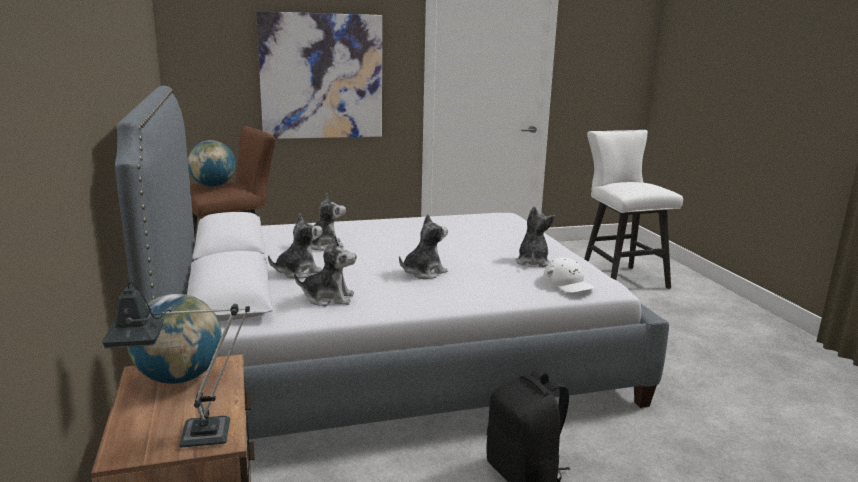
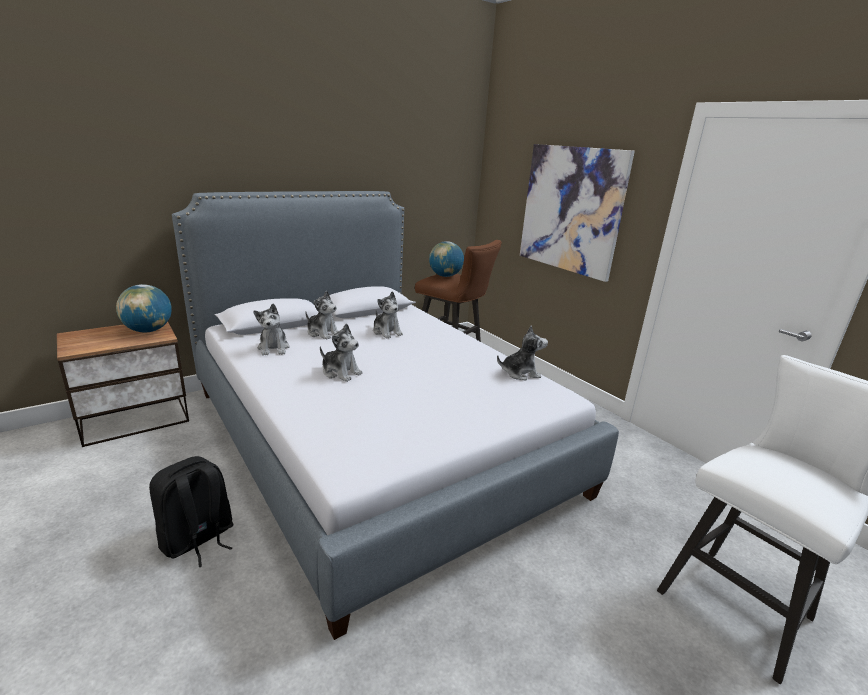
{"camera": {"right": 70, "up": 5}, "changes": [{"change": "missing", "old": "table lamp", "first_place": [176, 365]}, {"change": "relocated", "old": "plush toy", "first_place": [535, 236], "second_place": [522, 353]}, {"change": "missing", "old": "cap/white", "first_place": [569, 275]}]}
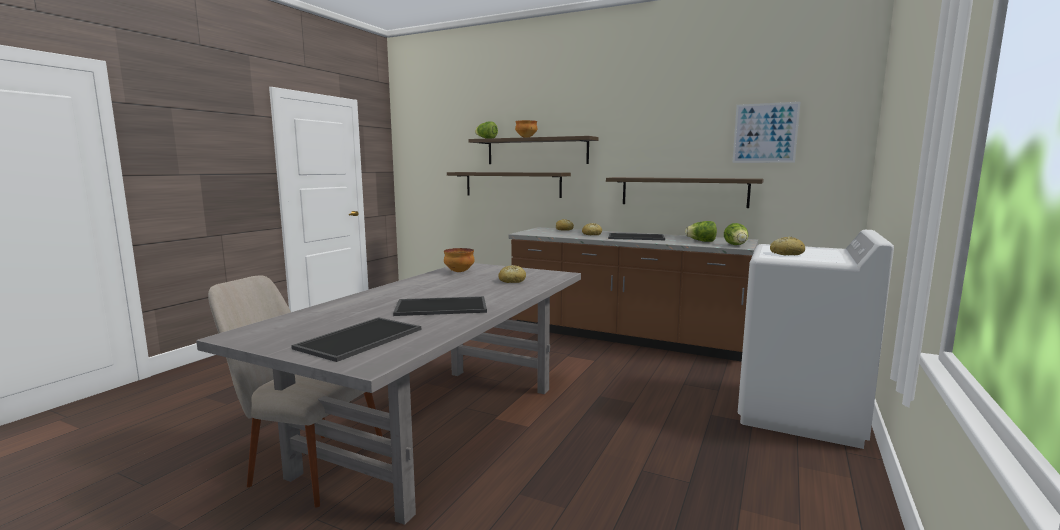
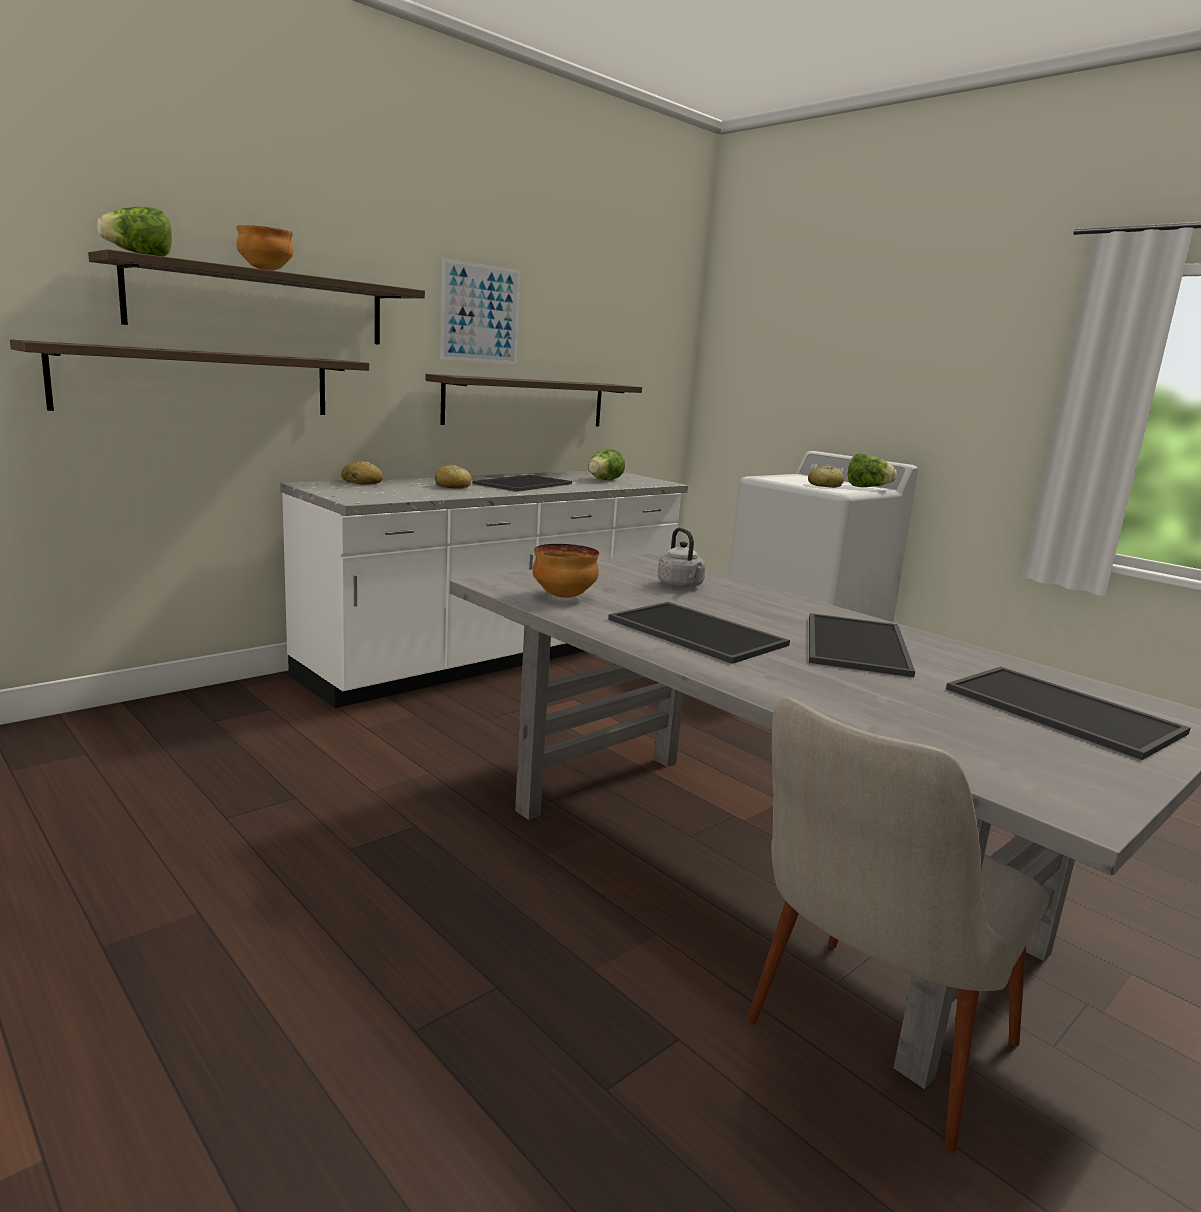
{"camera": {"right": -70, "up": 5}, "changes": [{"change": "exchanged", "old": "bread", "new": "kettle/grey", "first_place": [512, 274], "second_place": [681, 558]}, {"change": "colour", "old": "counter/brown", "new": "counter/white", "first_place": [633, 294], "second_place": [484, 589]}, {"change": "relocated", "old": "lettuce", "first_place": [736, 234], "second_place": [872, 470]}, {"change": "relocated", "old": "picture", "first_place": [766, 132], "second_place": [480, 311]}, {"change": "appeared", "new": "tray", "second_place": [699, 633]}]}
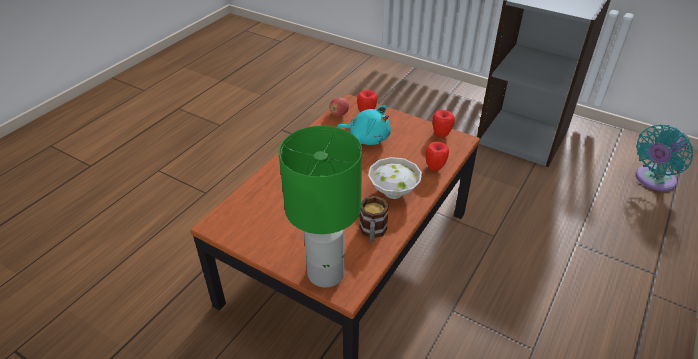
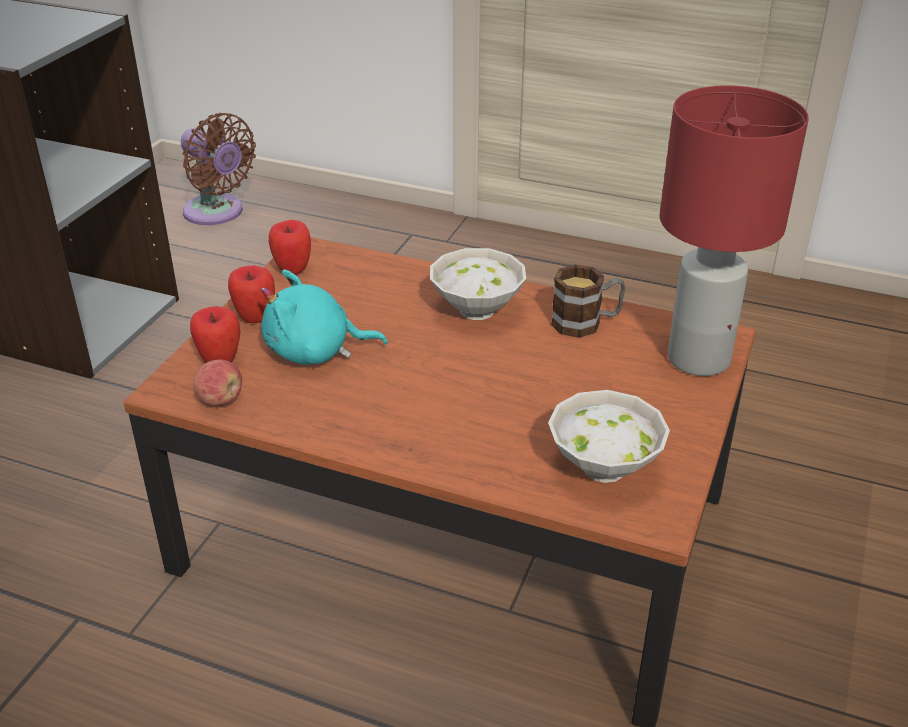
{"camera": {"right": -100, "up": -5}, "changes": [{"change": "colour", "old": "table lamp/green", "new": "table lamp/red", "first_place": [320, 207], "second_place": [734, 230]}, {"change": "spun", "old": "plush toy/turquoise", "first_place": [364, 125], "second_place": [324, 316], "degrees": -105}, {"change": "relocated", "old": "apple", "first_place": [437, 156], "second_place": [251, 294]}, {"change": "colour", "old": "fan/turquoise", "new": "fan/brown", "first_place": [665, 158], "second_place": [218, 169]}, {"change": "appeared", "new": "bowl/white", "second_place": [609, 436]}]}
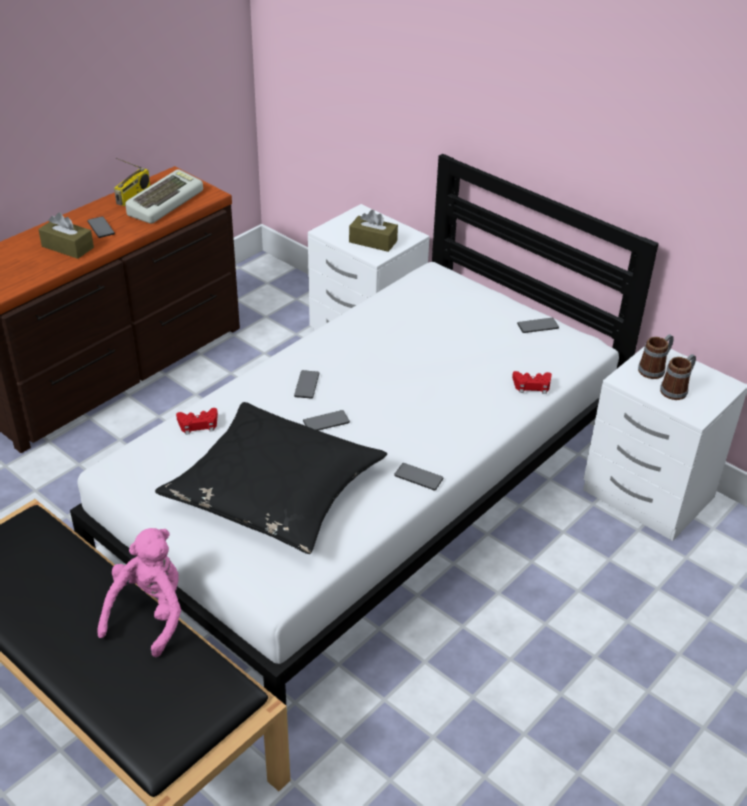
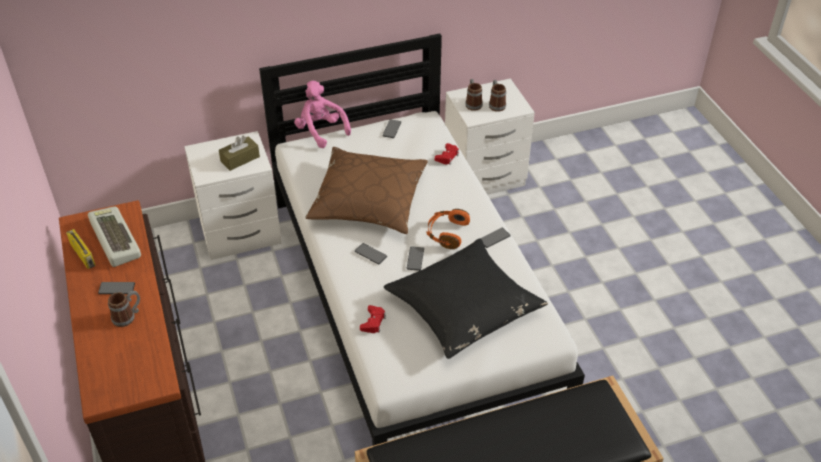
{"camera": {"right": -60, "up": 5}, "changes": [{"change": "exchanged", "old": "tissue box/brown", "new": "mug", "first_place": [66, 236], "second_place": [124, 309]}, {"change": "relocated", "old": "plush toy/pink", "first_place": [139, 592], "second_place": [322, 114]}, {"change": "appeared", "new": "pillow/brown", "second_place": [366, 190]}, {"change": "appeared", "new": "headphones/orange", "second_place": [448, 229]}]}
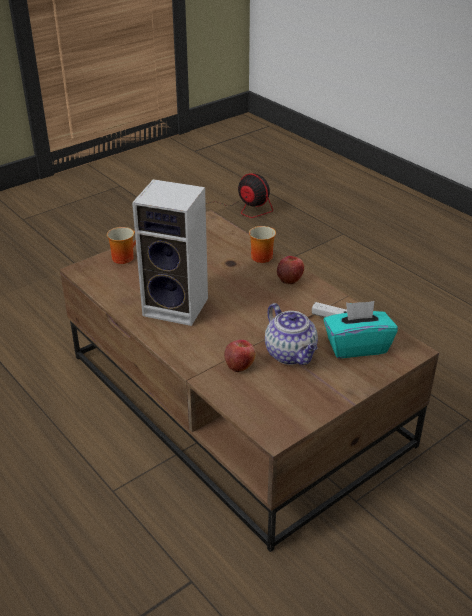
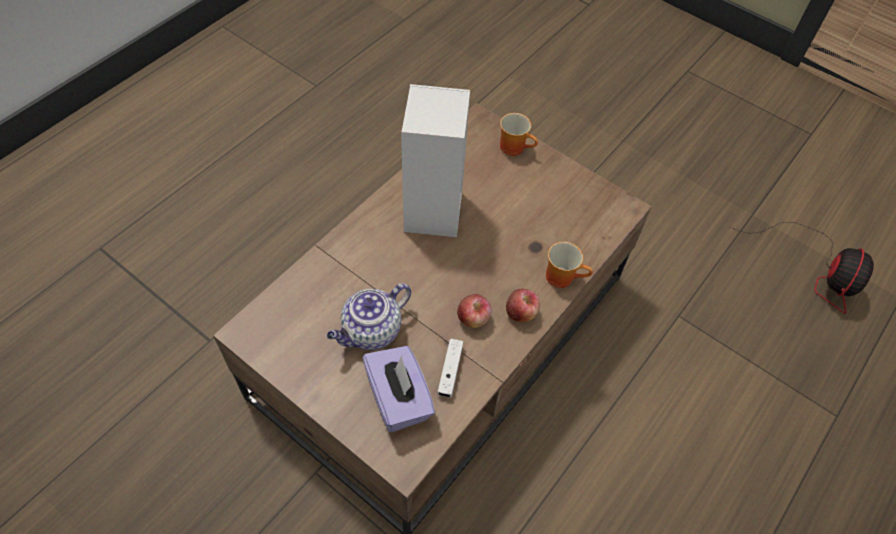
{"camera": {"right": 75, "up": 20}, "changes": [{"change": "relocated", "old": "apple", "first_place": [240, 356], "second_place": [474, 311]}, {"change": "colour", "old": "tissue box/turquoise", "new": "tissue box/purple", "first_place": [361, 329], "second_place": [398, 389]}]}
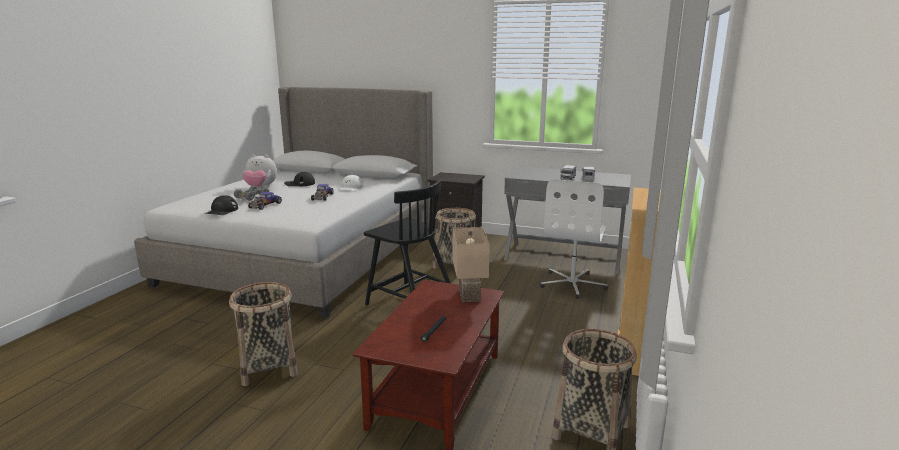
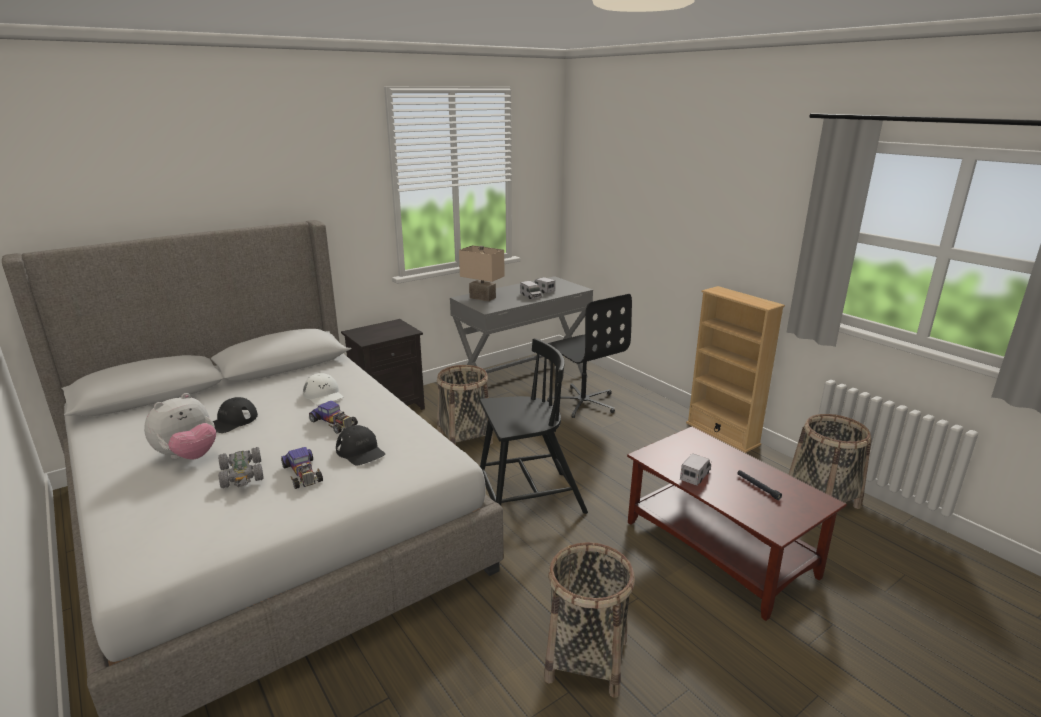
{"camera": {"right": -55, "up": 5}, "changes": [{"change": "relocated", "old": "cap/black", "first_place": [221, 205], "second_place": [360, 445]}, {"change": "relocated", "old": "table lamp/beige", "first_place": [471, 264], "second_place": [482, 273]}, {"change": "colour", "old": "office chair/white", "new": "office chair/black", "first_place": [574, 239], "second_place": [589, 356]}, {"change": "appeared", "new": "toy truck", "second_place": [695, 469]}]}
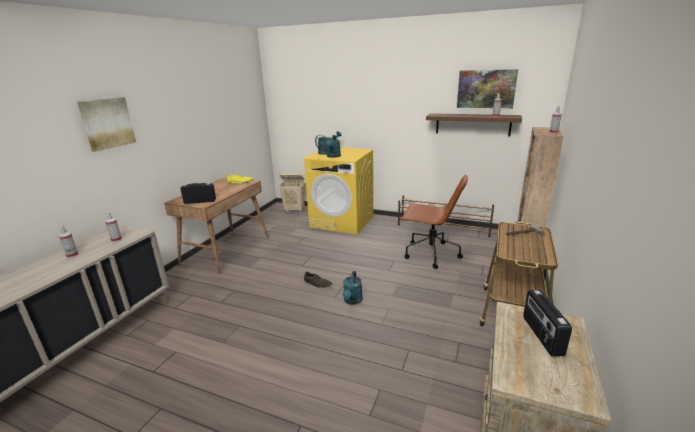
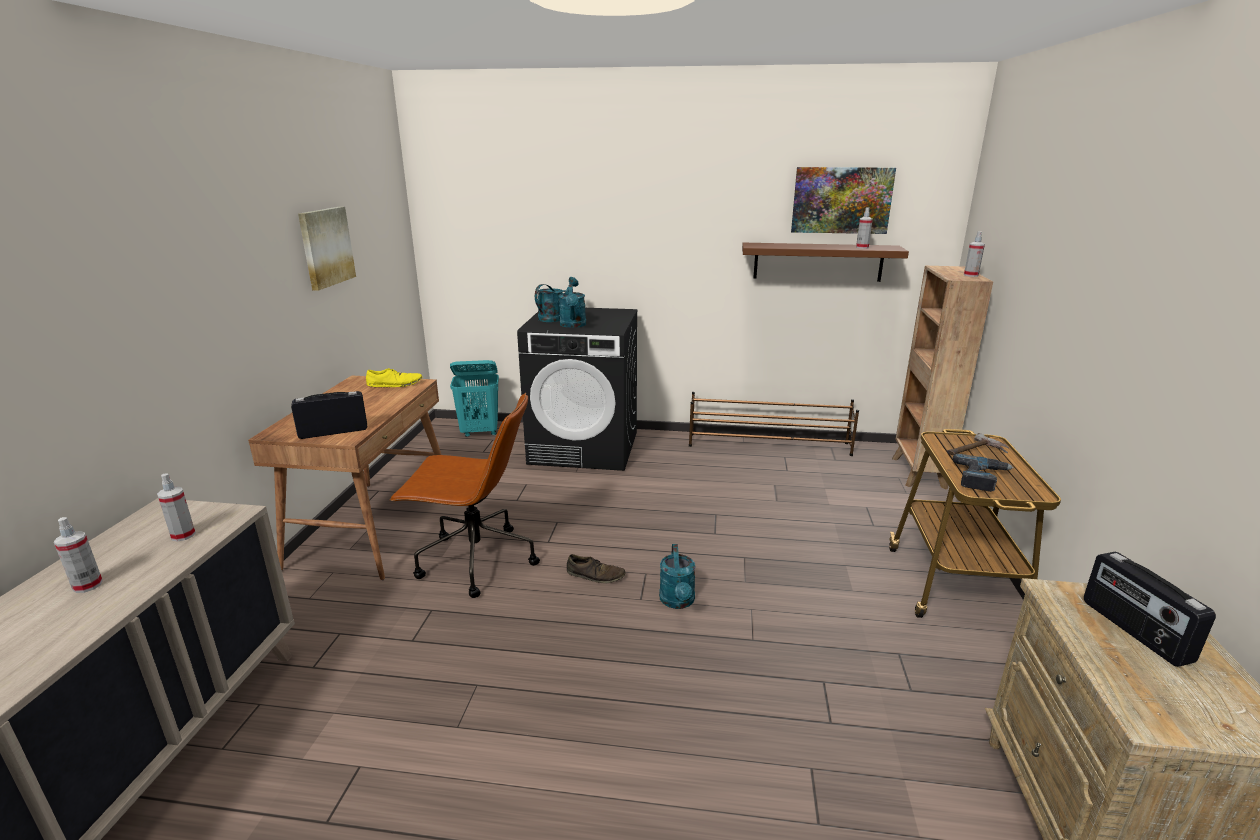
{"camera": {"right": -15, "up": 0}, "changes": [{"change": "relocated", "old": "picture", "first_place": [106, 124], "second_place": [327, 249]}, {"change": "colour", "old": "laundry basket/beige", "new": "laundry basket/turquoise", "first_place": [292, 193], "second_place": [474, 398]}, {"change": "colour", "old": "washing machine/yellow", "new": "washing machine/black", "first_place": [339, 191], "second_place": [577, 389]}, {"change": "relocated", "old": "office chair/brown", "first_place": [434, 222], "second_place": [464, 495]}, {"change": "appeared", "new": "power drill", "second_place": [983, 473]}]}
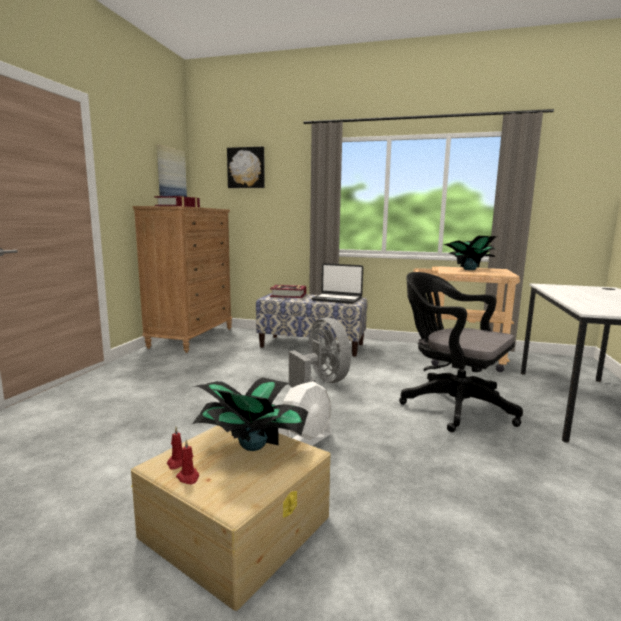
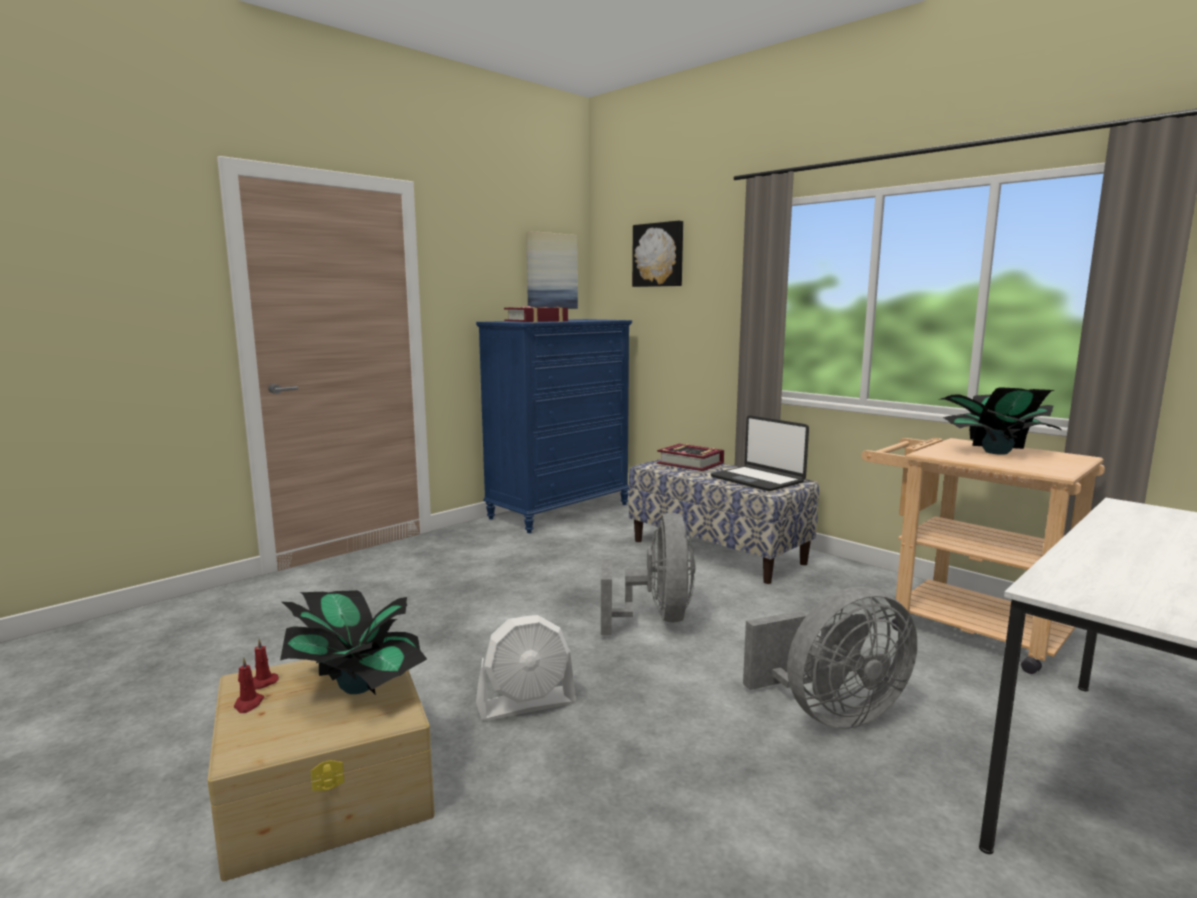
{"camera": {"right": 30, "up": 0}, "changes": [{"change": "colour", "old": "dresser/brown", "new": "dresser/blue", "first_place": [182, 279], "second_place": [554, 426]}, {"change": "exchanged", "old": "office chair/black", "new": "fan/grey", "first_place": [461, 352], "second_place": [830, 658]}]}
